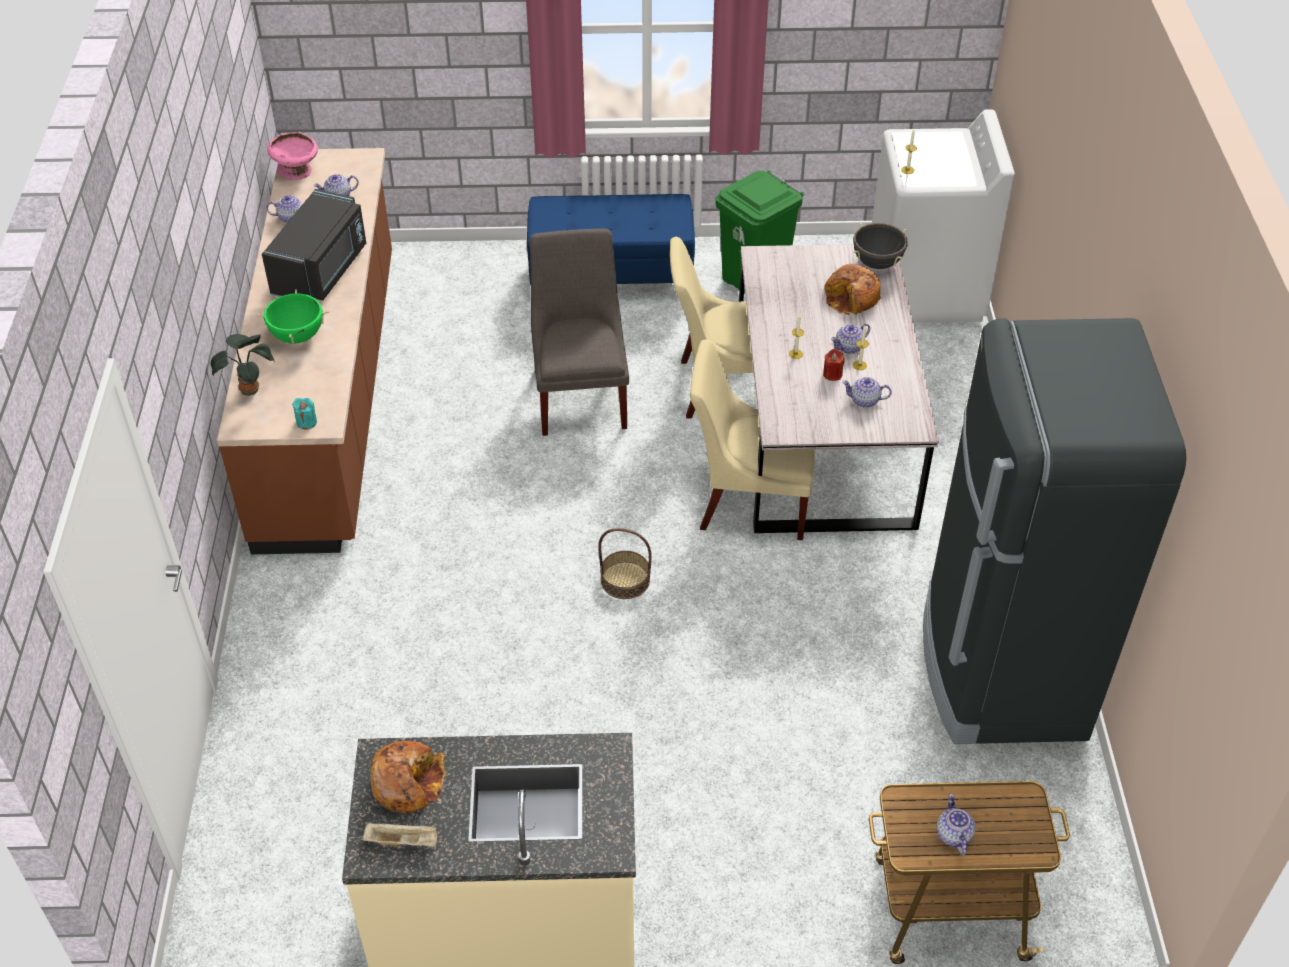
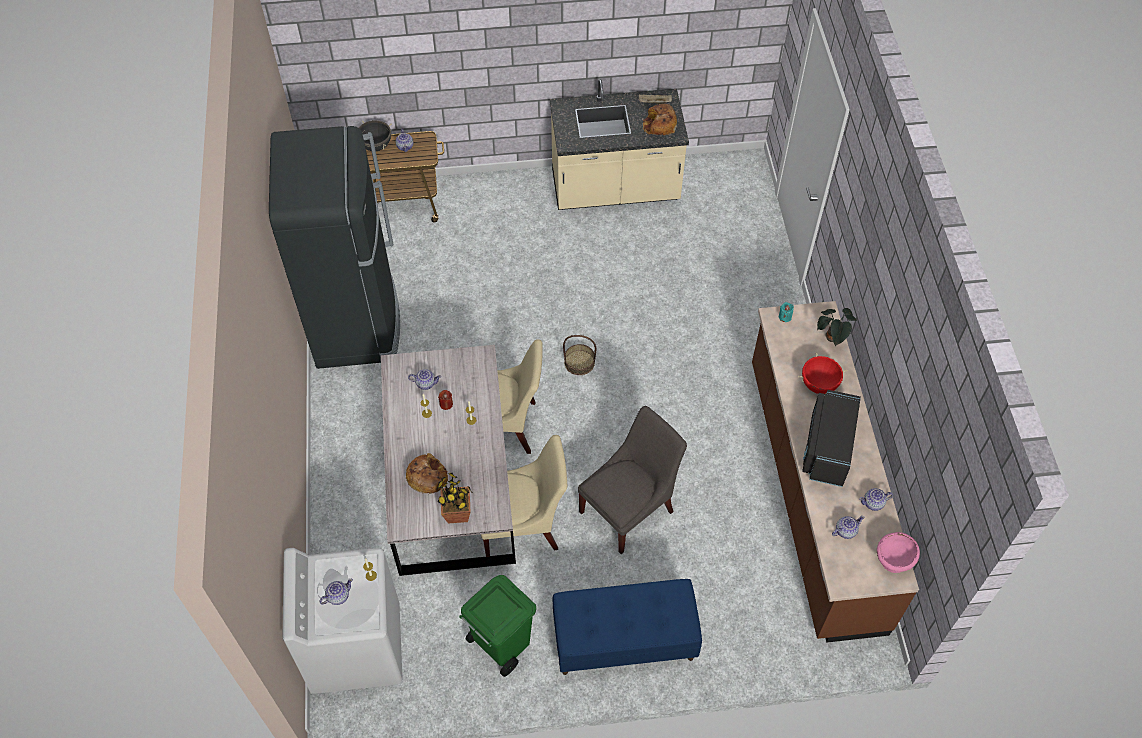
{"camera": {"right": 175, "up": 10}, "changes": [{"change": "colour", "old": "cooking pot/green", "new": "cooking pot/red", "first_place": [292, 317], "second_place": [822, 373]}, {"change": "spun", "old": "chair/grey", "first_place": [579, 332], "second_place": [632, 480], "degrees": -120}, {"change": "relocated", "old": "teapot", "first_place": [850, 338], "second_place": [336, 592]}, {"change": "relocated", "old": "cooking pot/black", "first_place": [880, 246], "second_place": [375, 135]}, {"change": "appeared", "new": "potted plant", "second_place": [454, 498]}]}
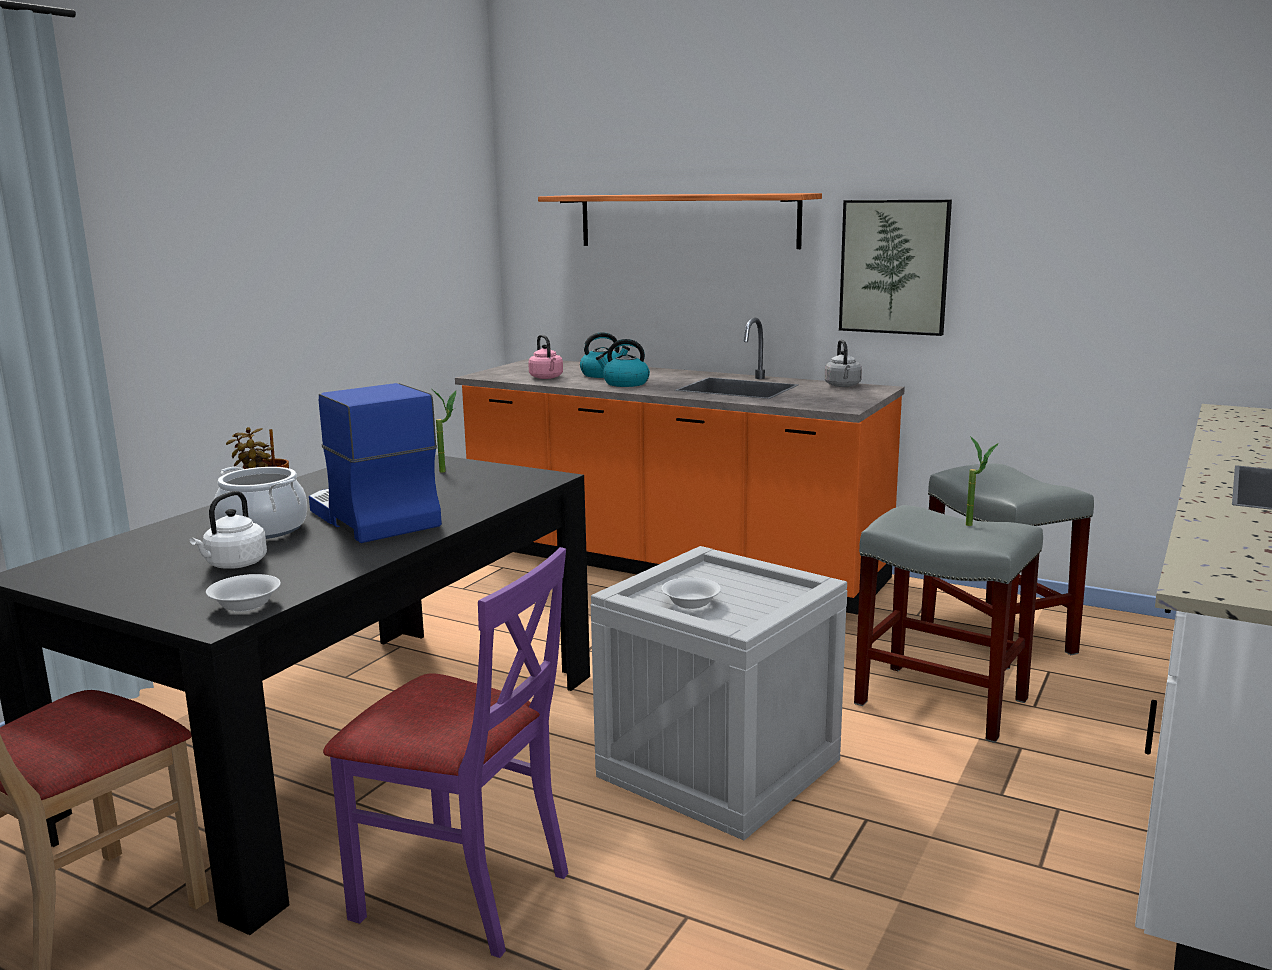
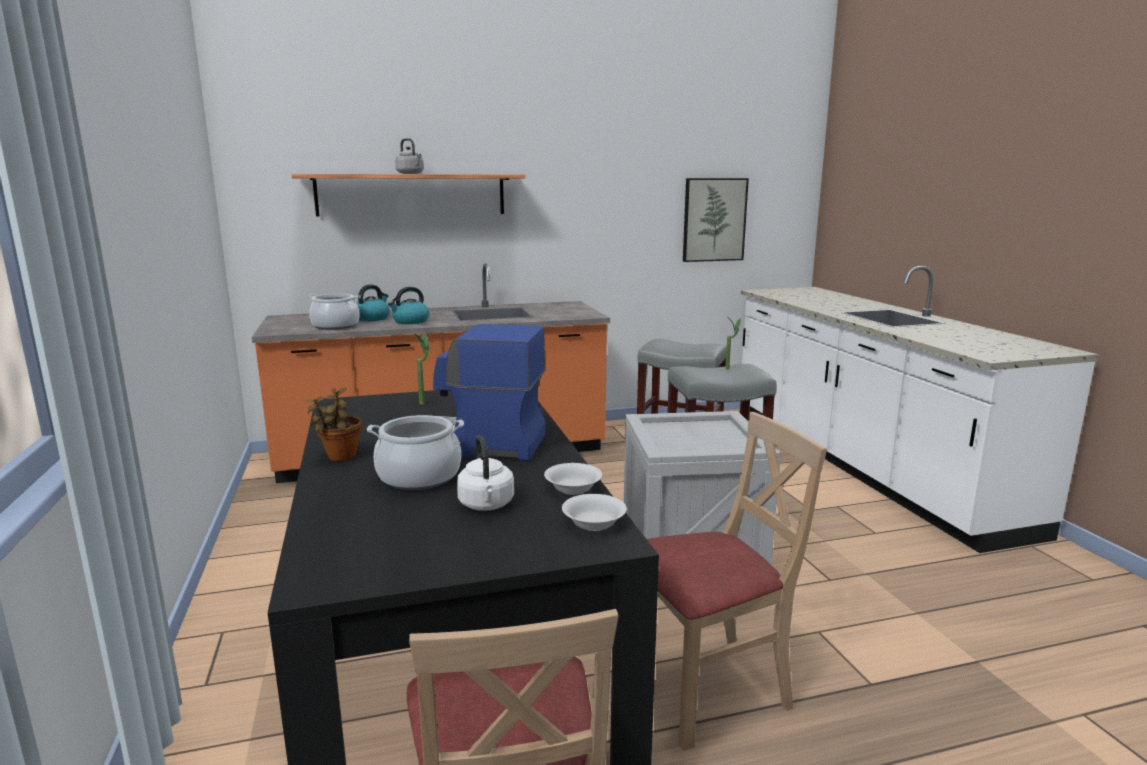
{"camera": {"right": -45, "up": 0}, "changes": [{"change": "colour", "old": "chair/purple", "new": "chair/beige", "first_place": [445, 752], "second_place": [737, 581]}, {"change": "exchanged", "old": "kettle/pink", "new": "cooking pot", "first_place": [545, 357], "second_place": [334, 312]}, {"change": "relocated", "old": "bowl/white", "first_place": [691, 593], "second_place": [573, 479]}, {"change": "relocated", "old": "kettle/grey", "first_place": [843, 363], "second_place": [409, 156]}, {"change": "relocated", "old": "picture", "first_place": [895, 268], "second_place": [716, 220]}]}
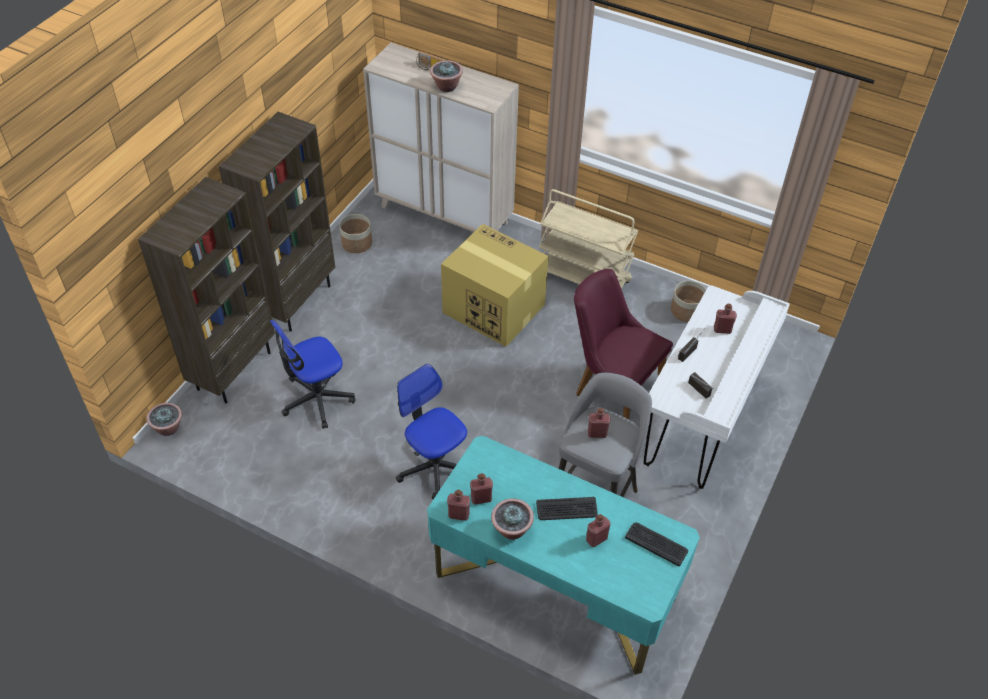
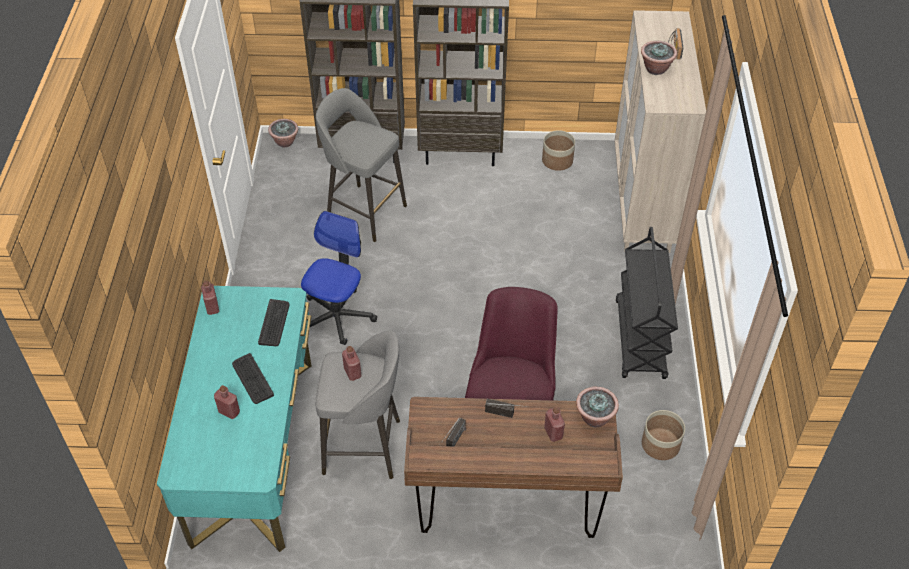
{"camera": {"right": 65, "up": 0}, "changes": [{"change": "exchanged", "old": "office chair", "new": "stool/grey", "first_place": [312, 374], "second_place": [361, 165]}, {"change": "missing", "old": "cardboard box", "first_place": [494, 285]}, {"change": "missing", "old": "bottle/red", "first_place": [481, 489]}, {"change": "relocated", "old": "potted plant", "first_place": [512, 519], "second_place": [597, 407]}, {"change": "colour", "old": "cart/beige", "new": "cart/black", "first_place": [588, 239], "second_place": [647, 303]}, {"change": "relocated", "old": "keyboard", "first_place": [656, 544], "second_place": [273, 322]}, {"change": "colour", "old": "desk/white", "new": "desk/brown", "first_place": [717, 387], "second_place": [513, 467]}]}
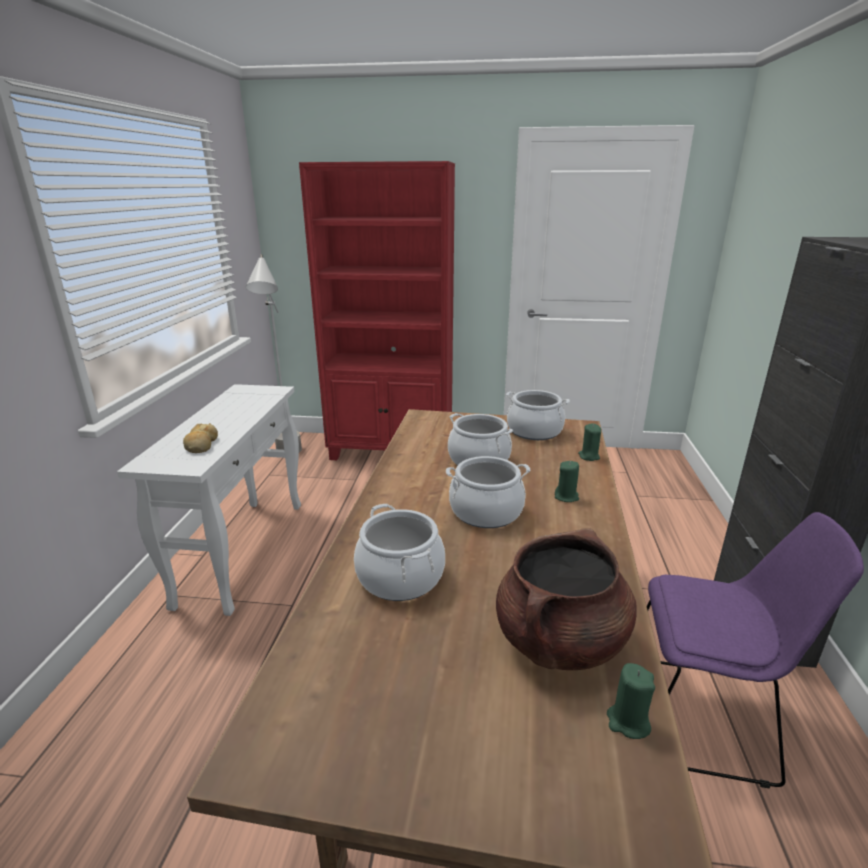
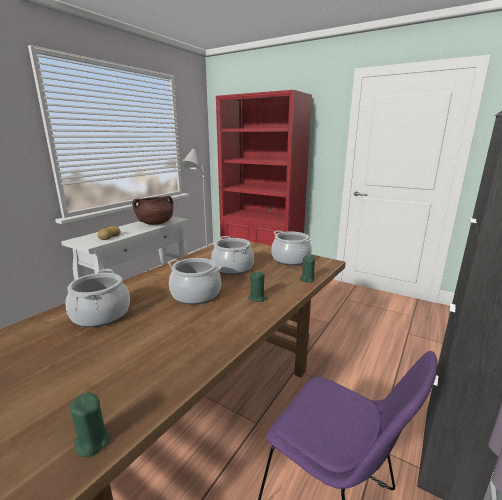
{"camera": {"right": 25, "up": -5}, "changes": [{"change": "relocated", "old": "cooking pot/brown", "first_place": [566, 599], "second_place": [152, 210]}]}
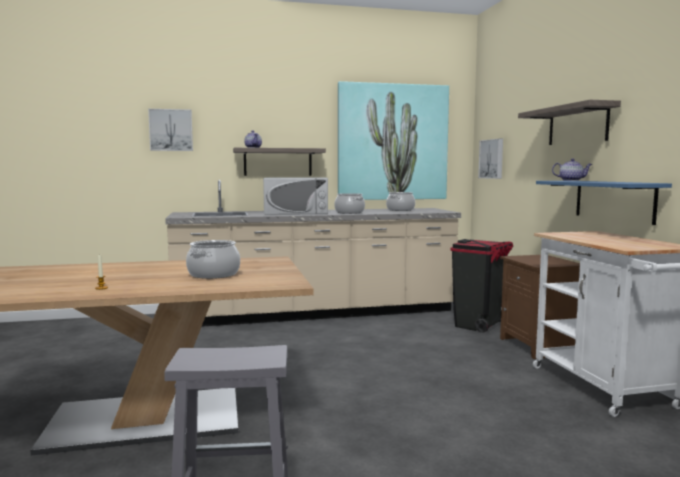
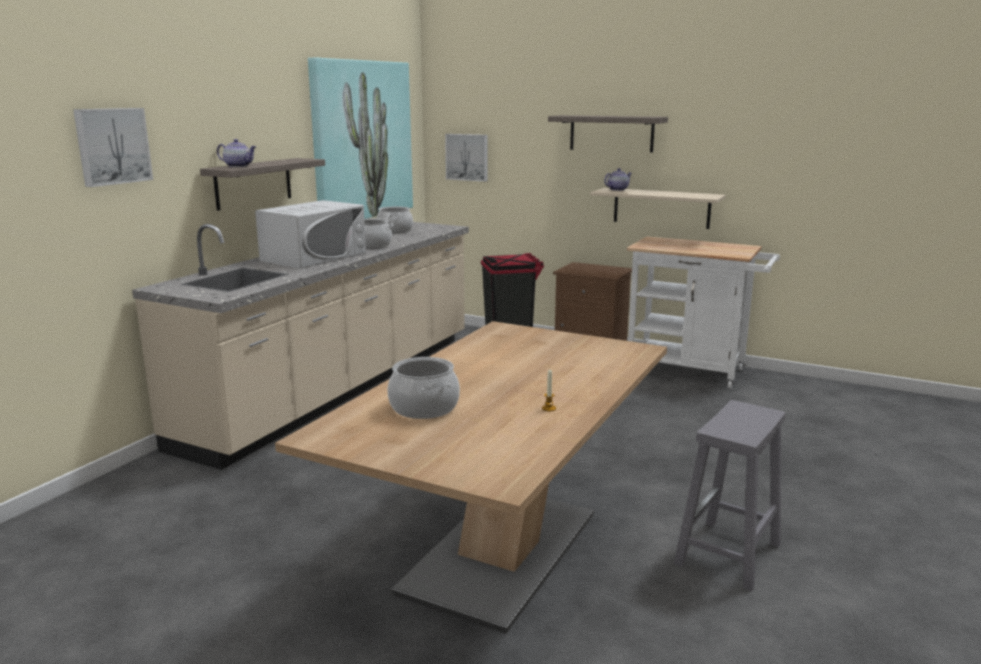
{"camera": {"right": -50, "up": 10}, "changes": [{"change": "relocated", "old": "cooking pot", "first_place": [213, 259], "second_place": [423, 388]}, {"change": "colour", "old": "shelf/blue", "new": "shelf/beige", "first_place": [604, 203], "second_place": [658, 208]}]}
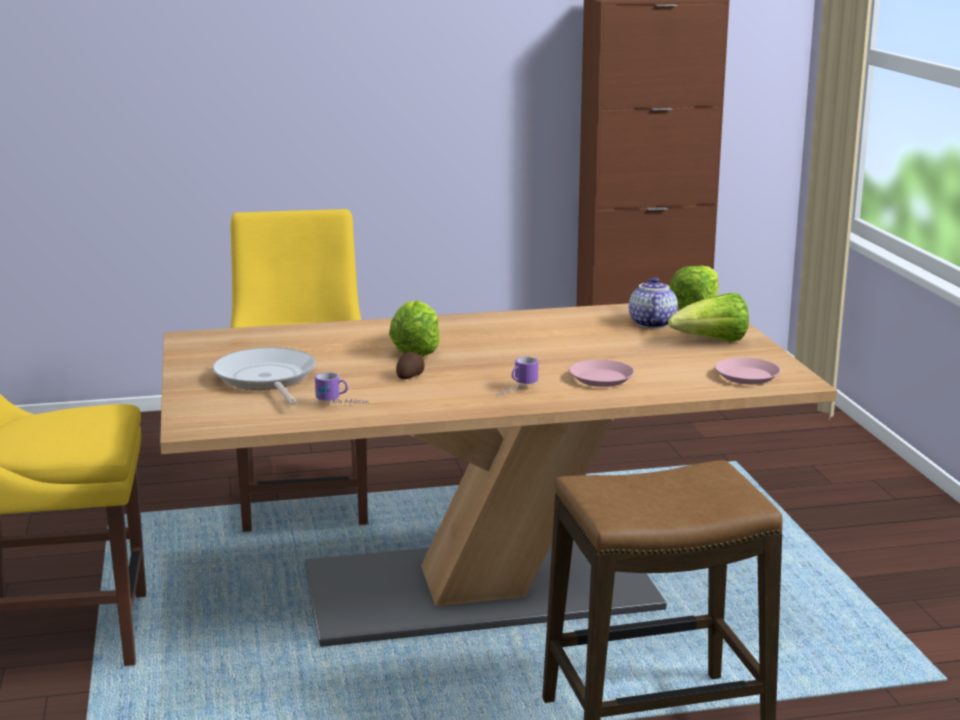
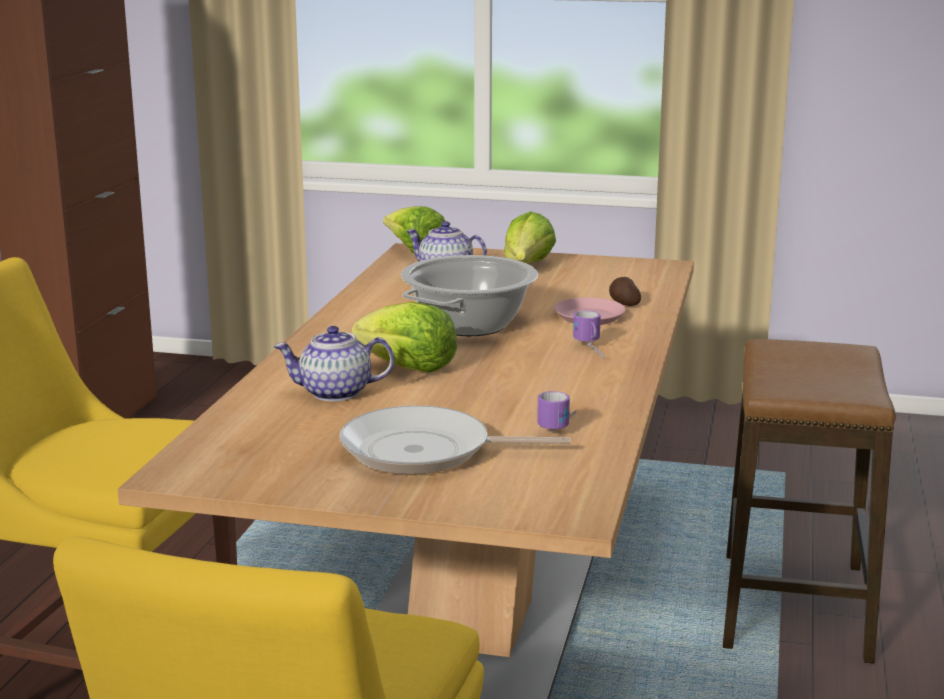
{"camera": {"right": -65, "up": 0}, "changes": [{"change": "relocated", "old": "potato", "first_place": [410, 365], "second_place": [625, 291]}, {"change": "missing", "old": "plate/pink", "first_place": [748, 370]}, {"change": "appeared", "new": "teapot", "second_place": [334, 364]}, {"change": "appeared", "new": "cooking pot", "second_place": [469, 295]}]}
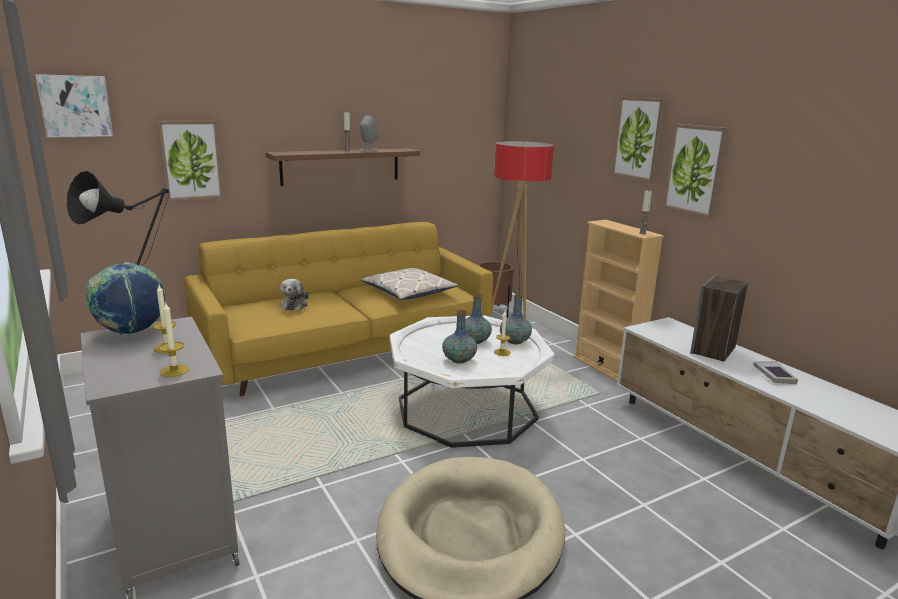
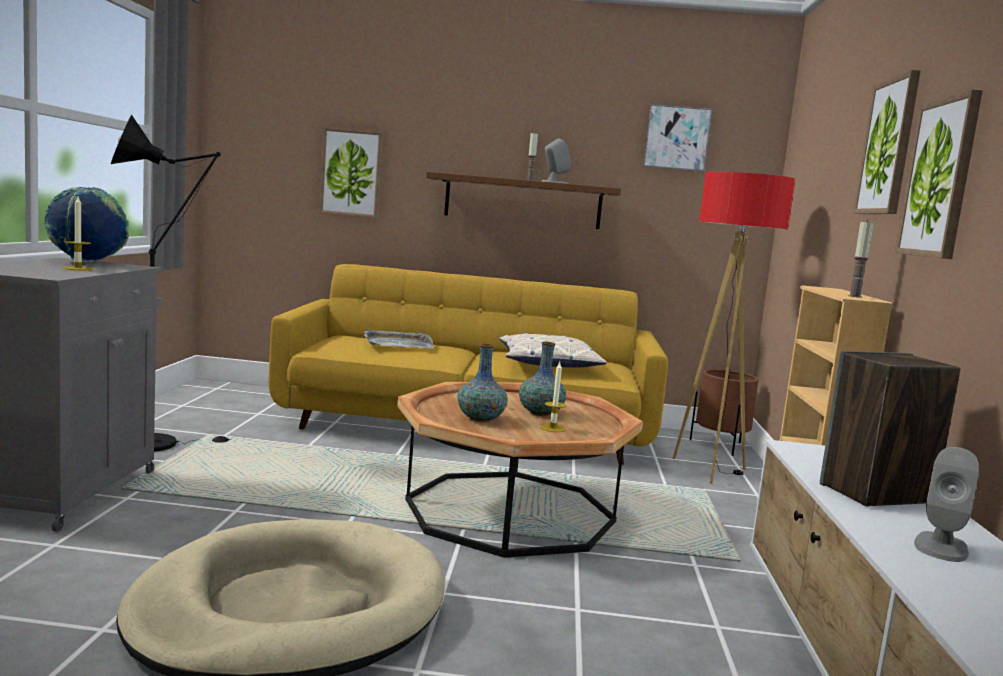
{"camera": {"right": 35, "up": -10}, "changes": [{"change": "relocated", "old": "picture", "first_place": [74, 106], "second_place": [677, 138]}, {"change": "missing", "old": "candle", "first_place": [174, 340]}, {"change": "exchanged", "old": "plush toy", "new": "tray/grey", "first_place": [294, 294], "second_place": [399, 339]}, {"change": "colour", "old": "coffee table/white", "new": "coffee table/brown", "first_place": [472, 381], "second_place": [520, 470]}, {"change": "missing", "old": "vase", "first_place": [516, 319]}, {"change": "exchanged", "old": "book", "new": "speaker/grey", "first_place": [775, 372], "second_place": [946, 504]}]}
